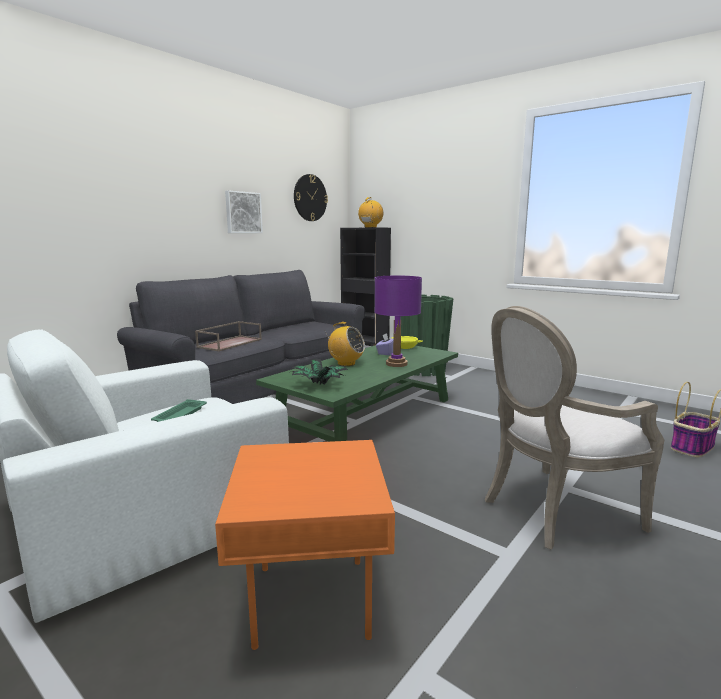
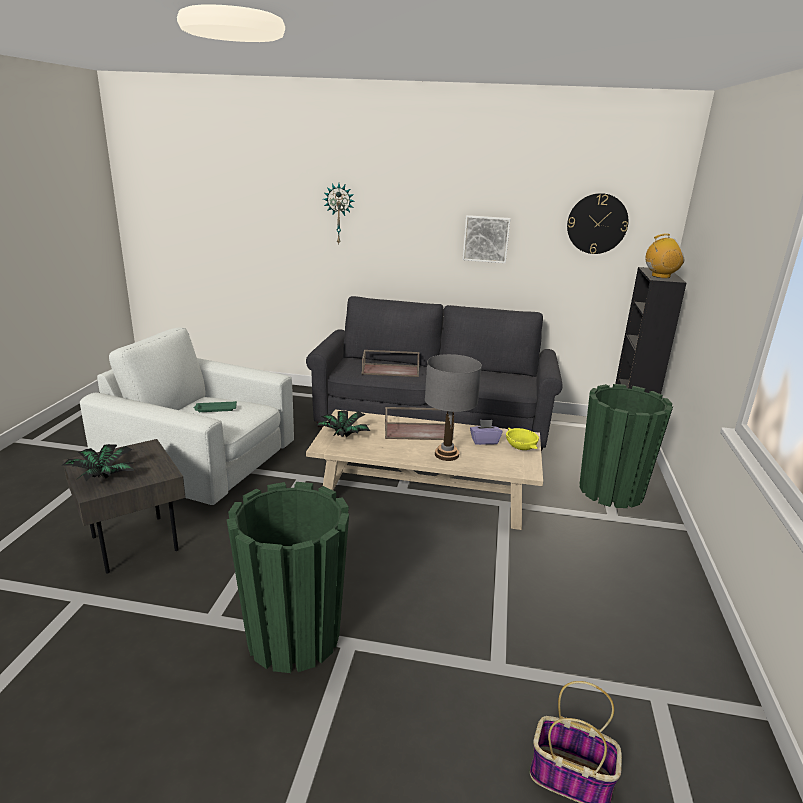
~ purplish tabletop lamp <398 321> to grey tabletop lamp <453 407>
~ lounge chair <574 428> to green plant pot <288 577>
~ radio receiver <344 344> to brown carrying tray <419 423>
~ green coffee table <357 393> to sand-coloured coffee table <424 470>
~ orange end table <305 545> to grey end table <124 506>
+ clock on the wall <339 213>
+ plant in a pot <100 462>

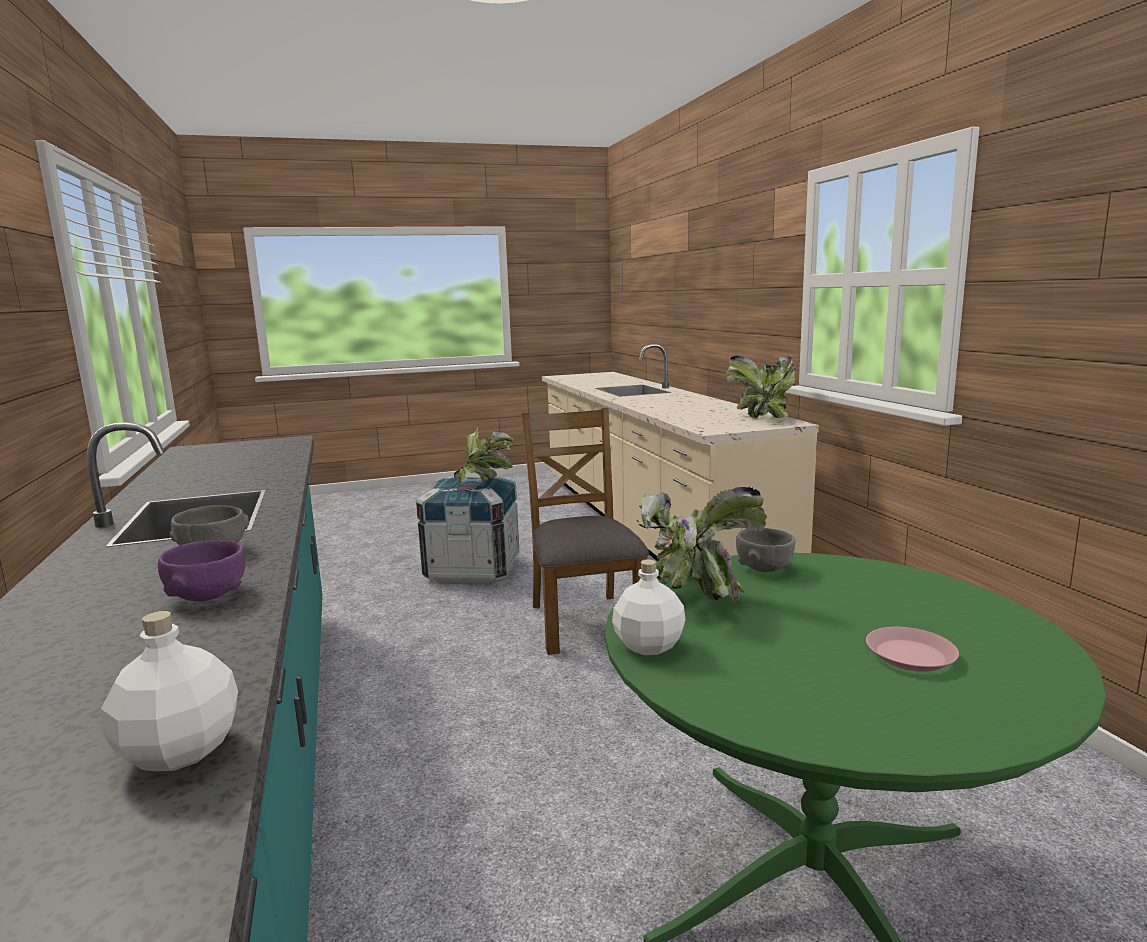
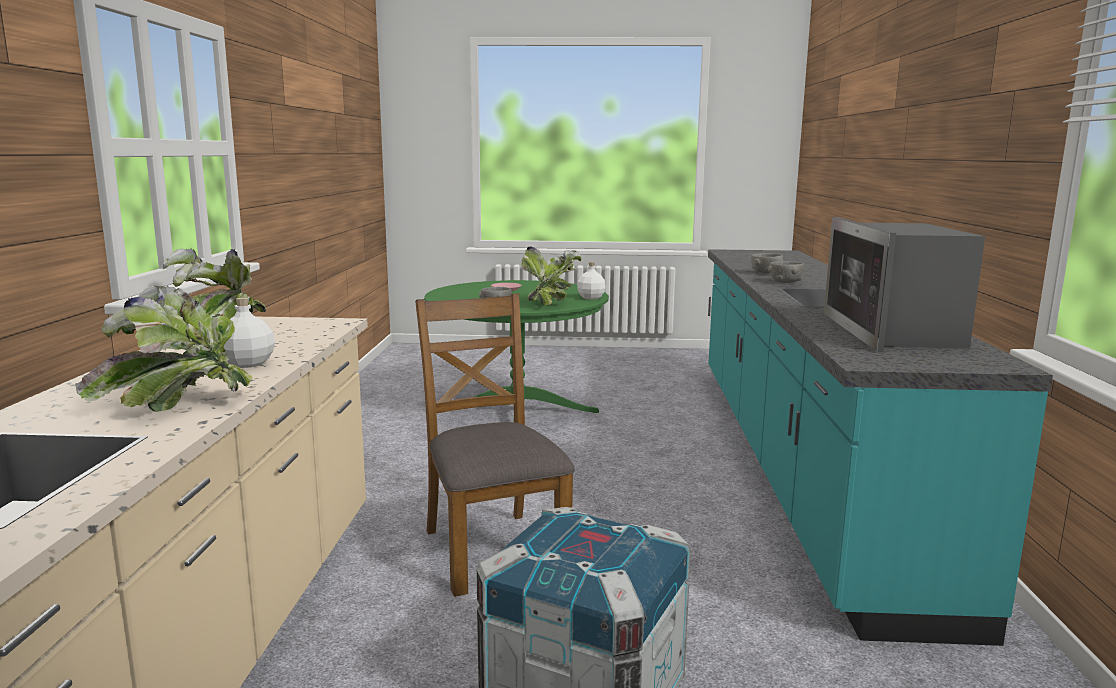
~ brown upright chair <585 531> = <495 445> 150 degrees clockwise
~ plant in a pot <483 455> to <164 348>
~ purplish serving bowl <202 571> to grey serving bowl <767 263>
~ whitish beverage bottle <169 691> to <249 333>
+ microwave <904 284>

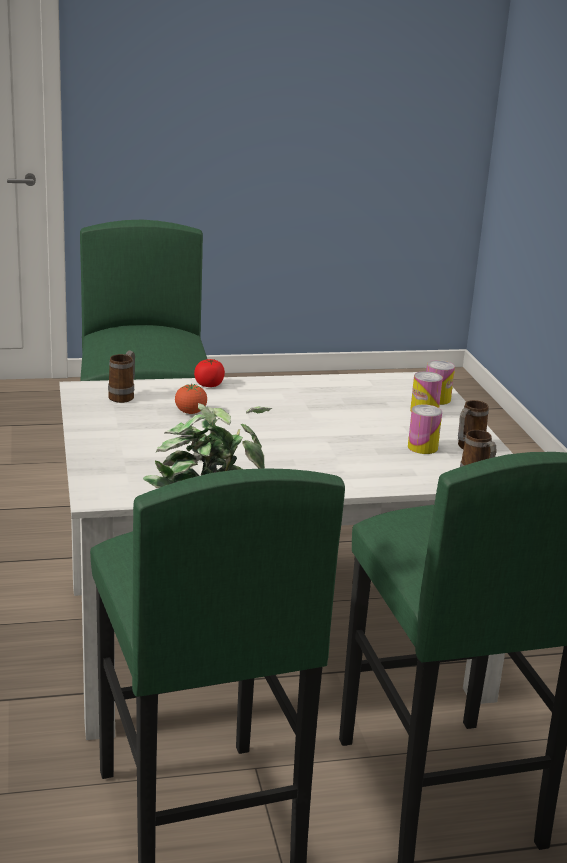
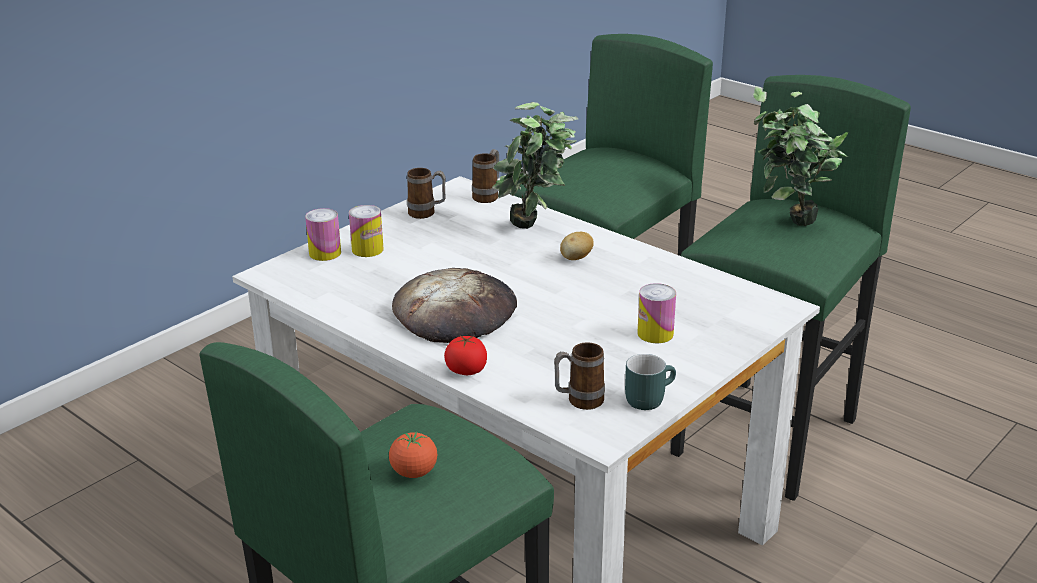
~ tomato <191 398> to <413 454>
~ can <425 429> to <656 313>
+ plant in a pot <535 165>
+ whole potato <577 246>
+ bread <454 305>
+ turquoise-coloured coffee mug <650 382>

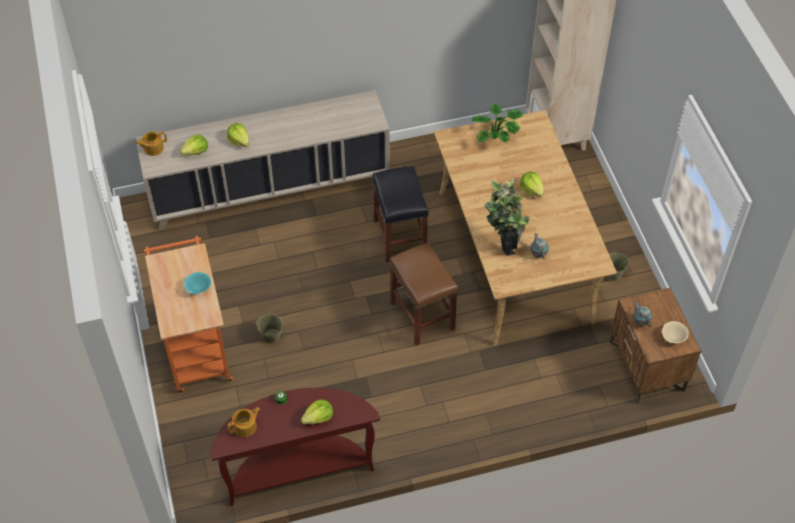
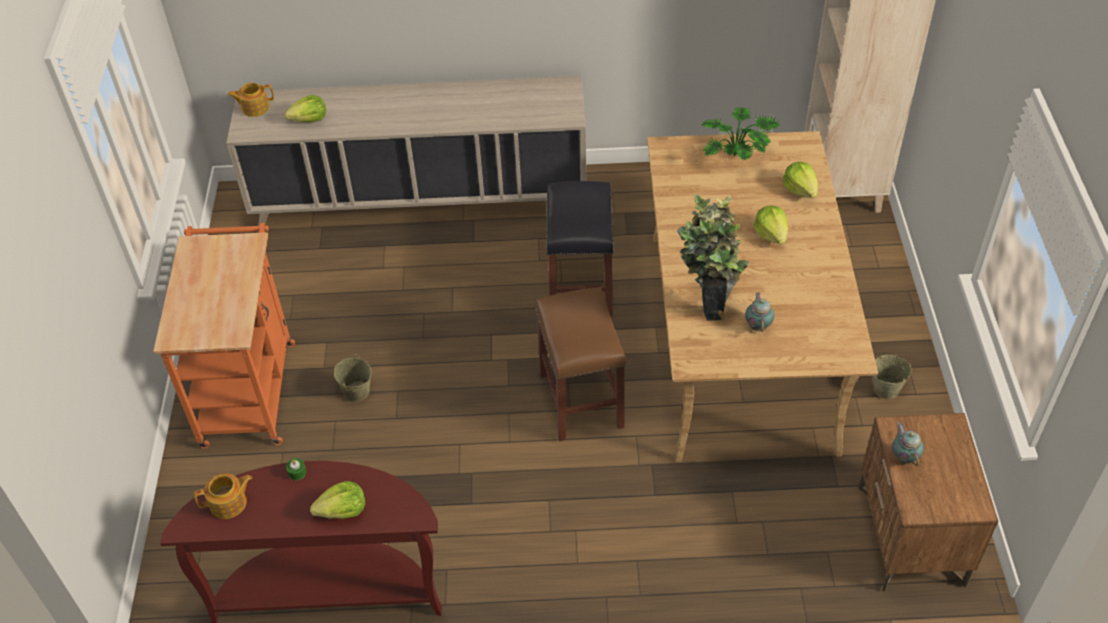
~ lettuce head <238 135> to <800 180>
- turquoise-coloured serving bowl <197 283>
- sand-coloured serving bowl <675 332>

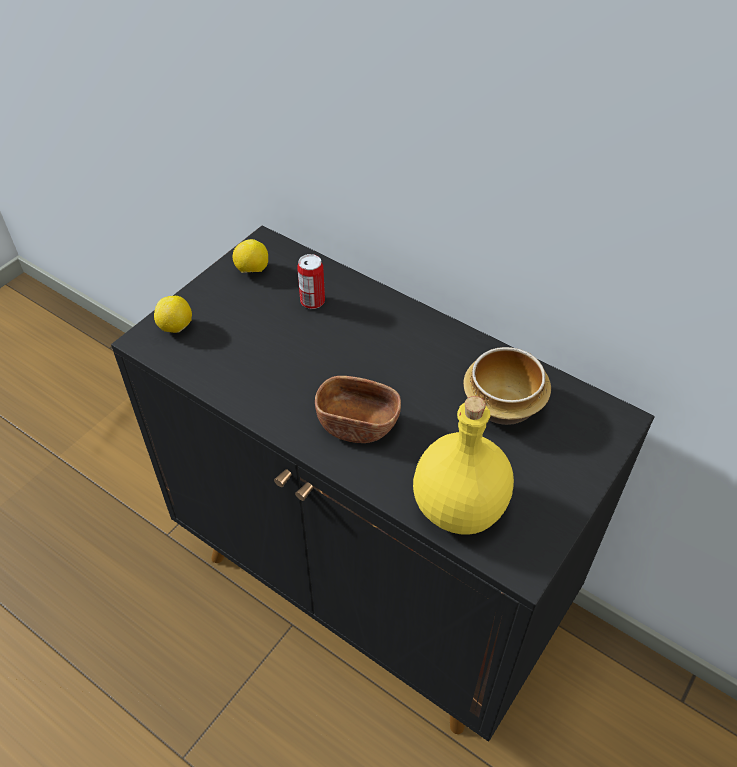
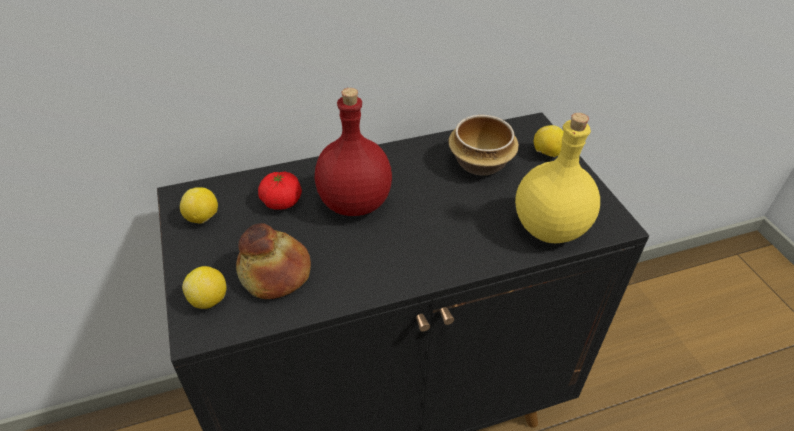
~ can <311 281> to tomato <280 191>
- brown serving bowl <358 409>
+ red beverage bottle <353 152>
+ lemon <548 141>
+ bread <273 261>

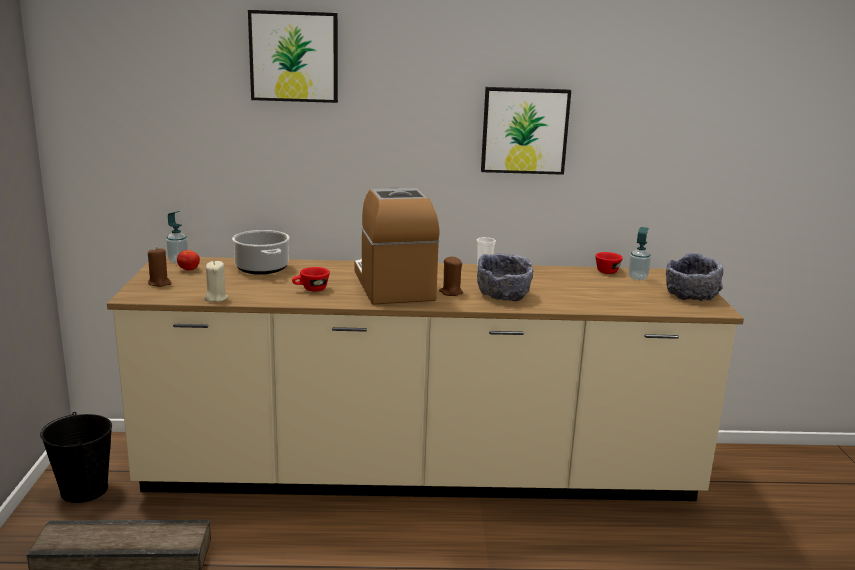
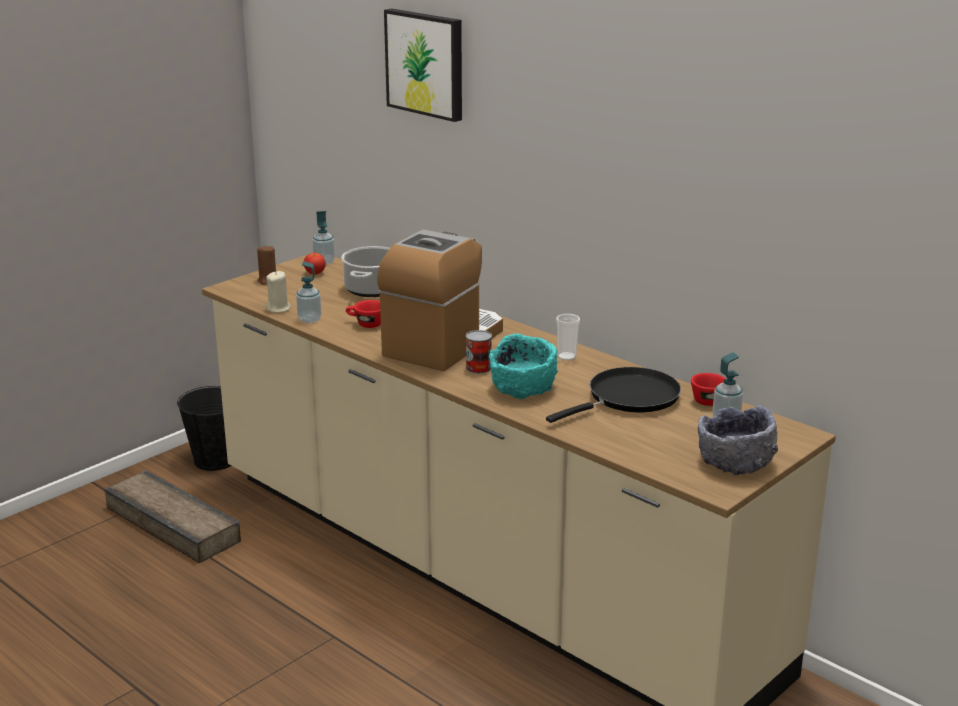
- wall picture <526 131>
~ grey serving bowl <505 277> to turquoise-coloured serving bowl <523 366>
~ brown candle <451 276> to can <479 352>
+ soap bottle <309 292>
+ blackish skillet <613 395>

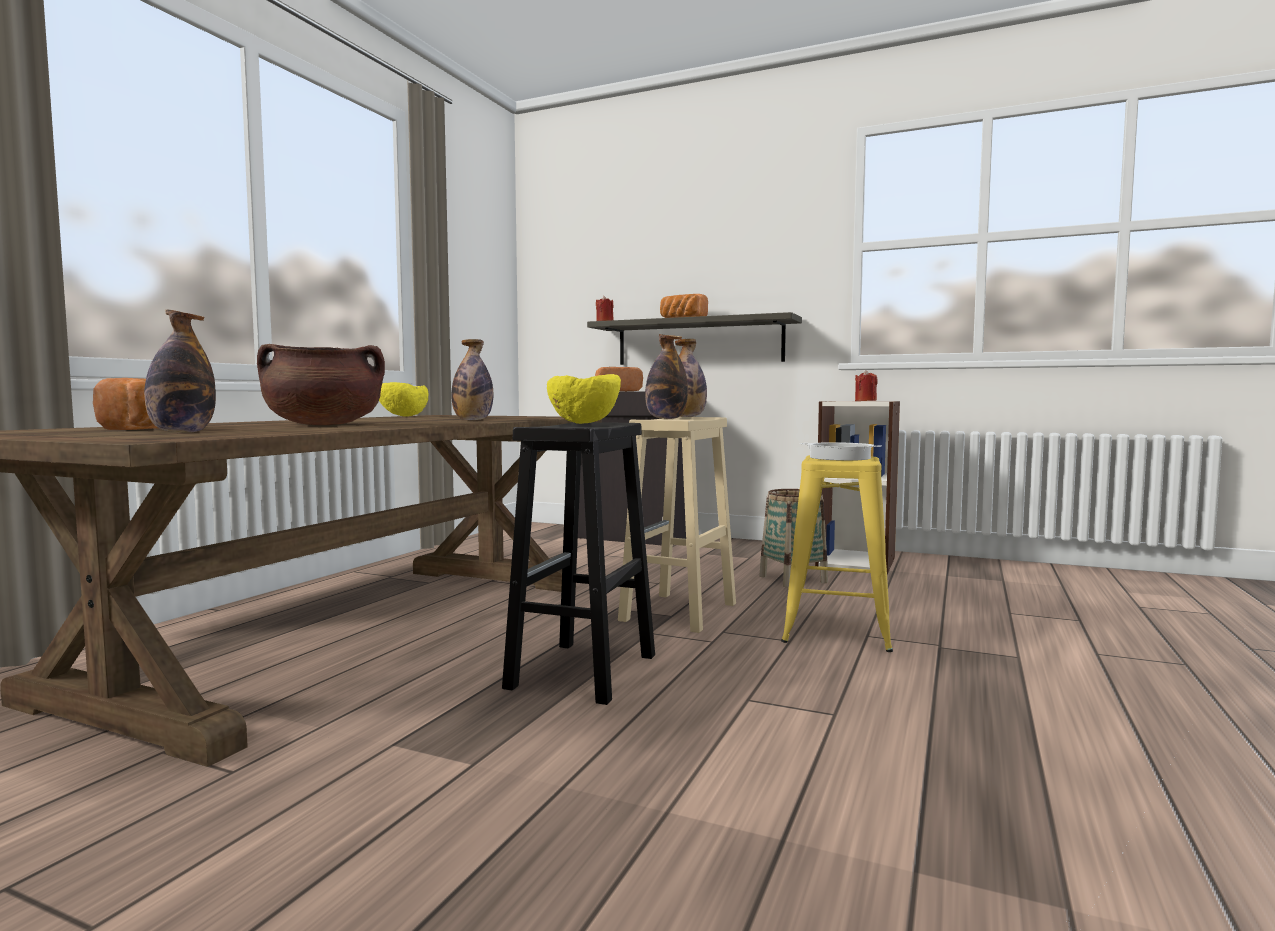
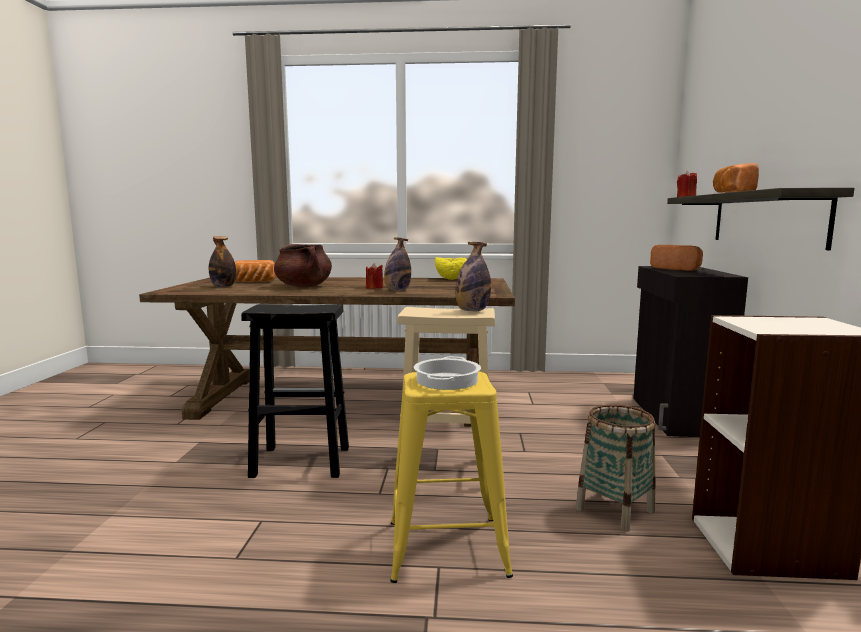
- beverage bottle <666 376>
~ red candle <866 385> to <374 276>
- yellow serving bowl <584 399>

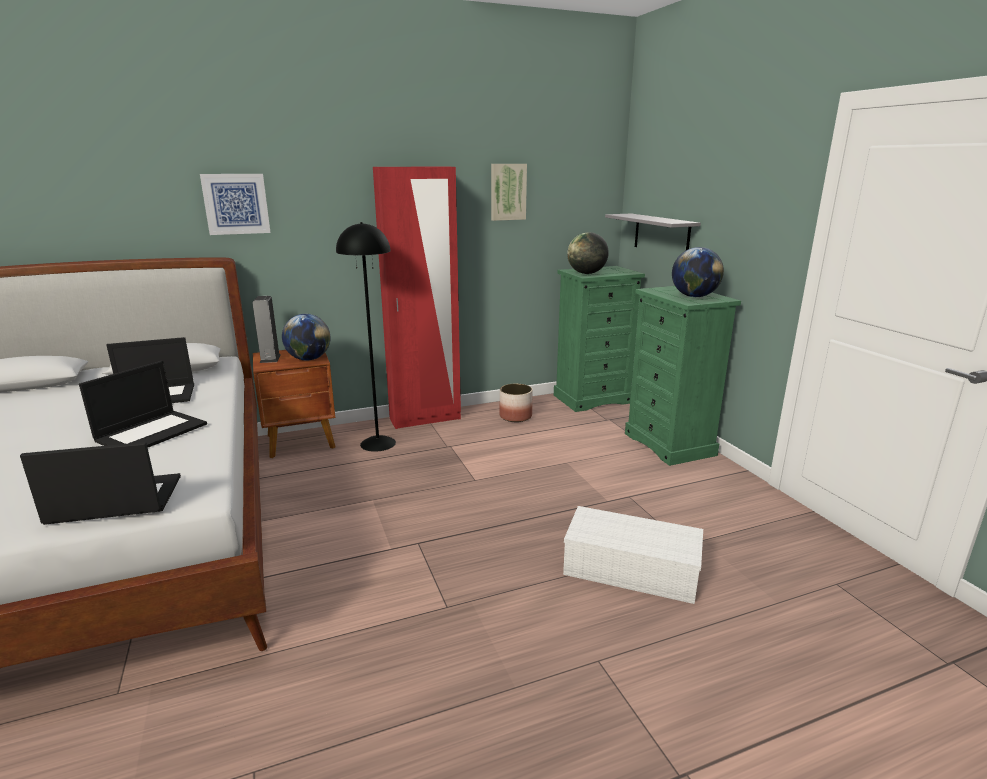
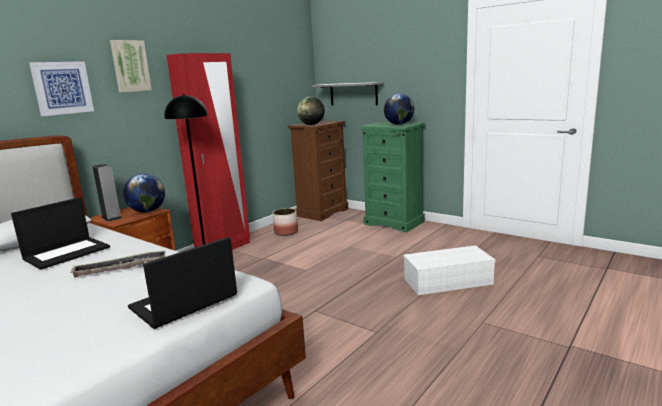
~ wall picture <509 192> to <131 66>
~ green dresser <599 339> to brown dresser <318 170>
~ notebook computer <143 404> to carrying tray <117 263>

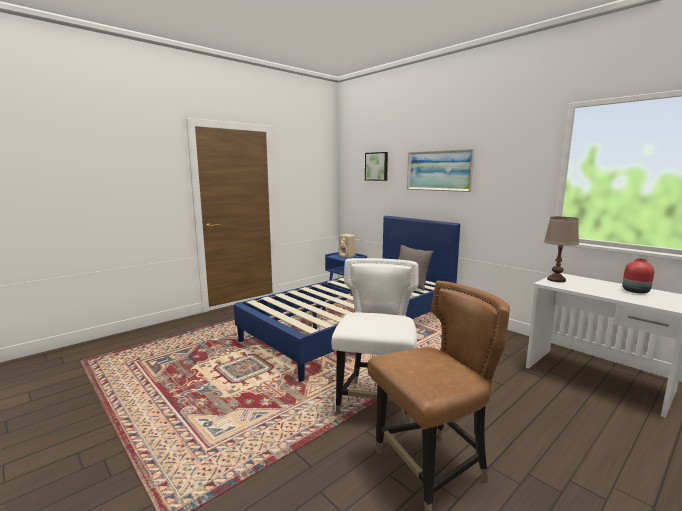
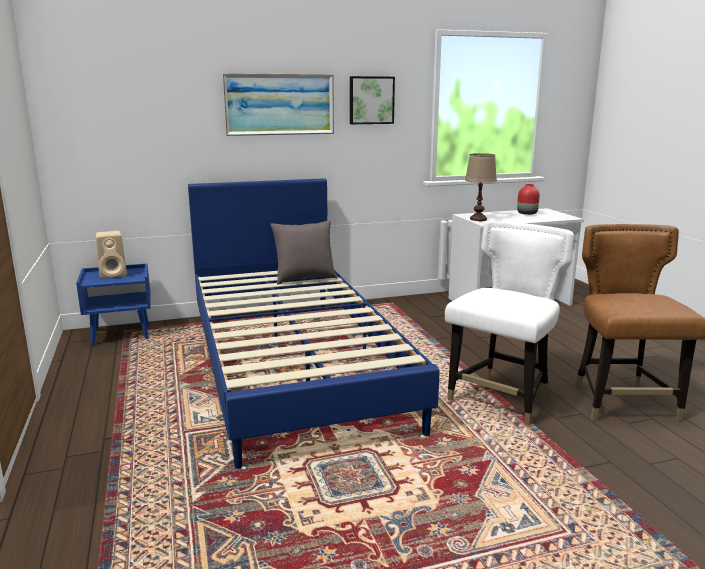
~ wall picture <376 166> to <372 100>
~ whitish upright chair <375 341> = <509 323> 90 degrees clockwise

